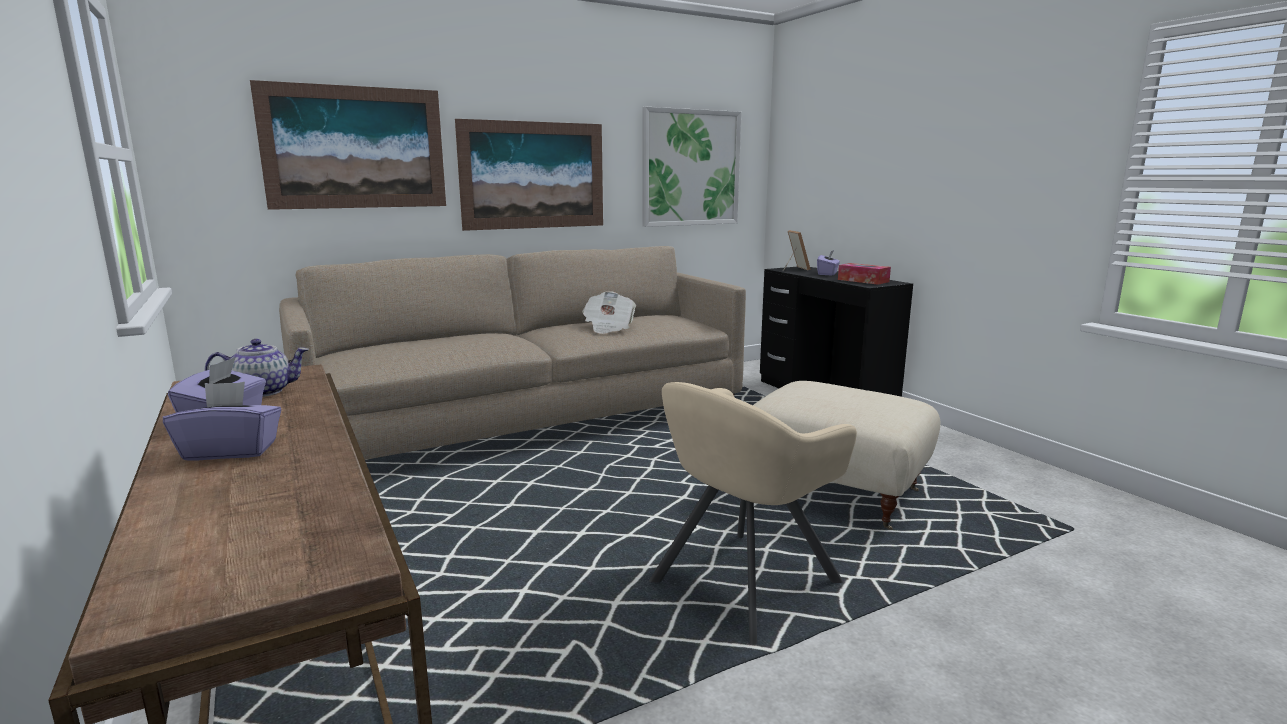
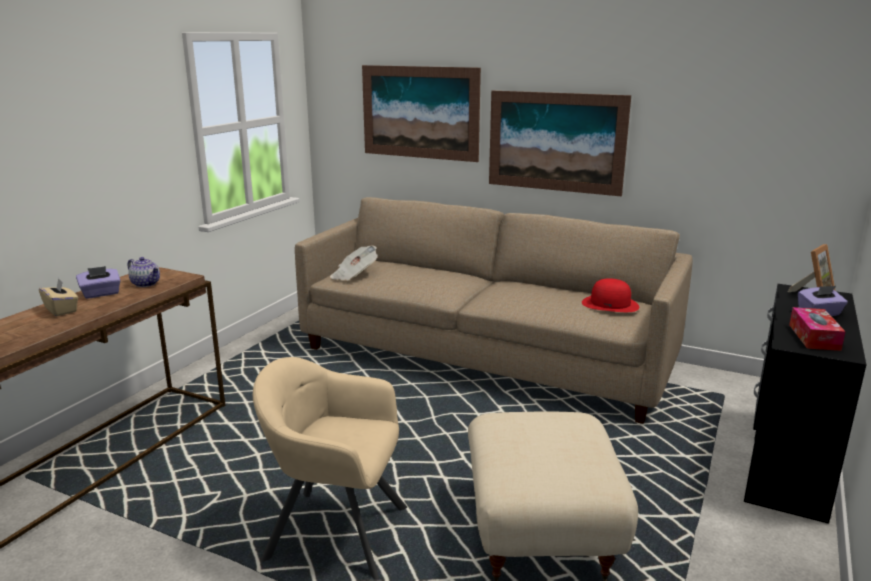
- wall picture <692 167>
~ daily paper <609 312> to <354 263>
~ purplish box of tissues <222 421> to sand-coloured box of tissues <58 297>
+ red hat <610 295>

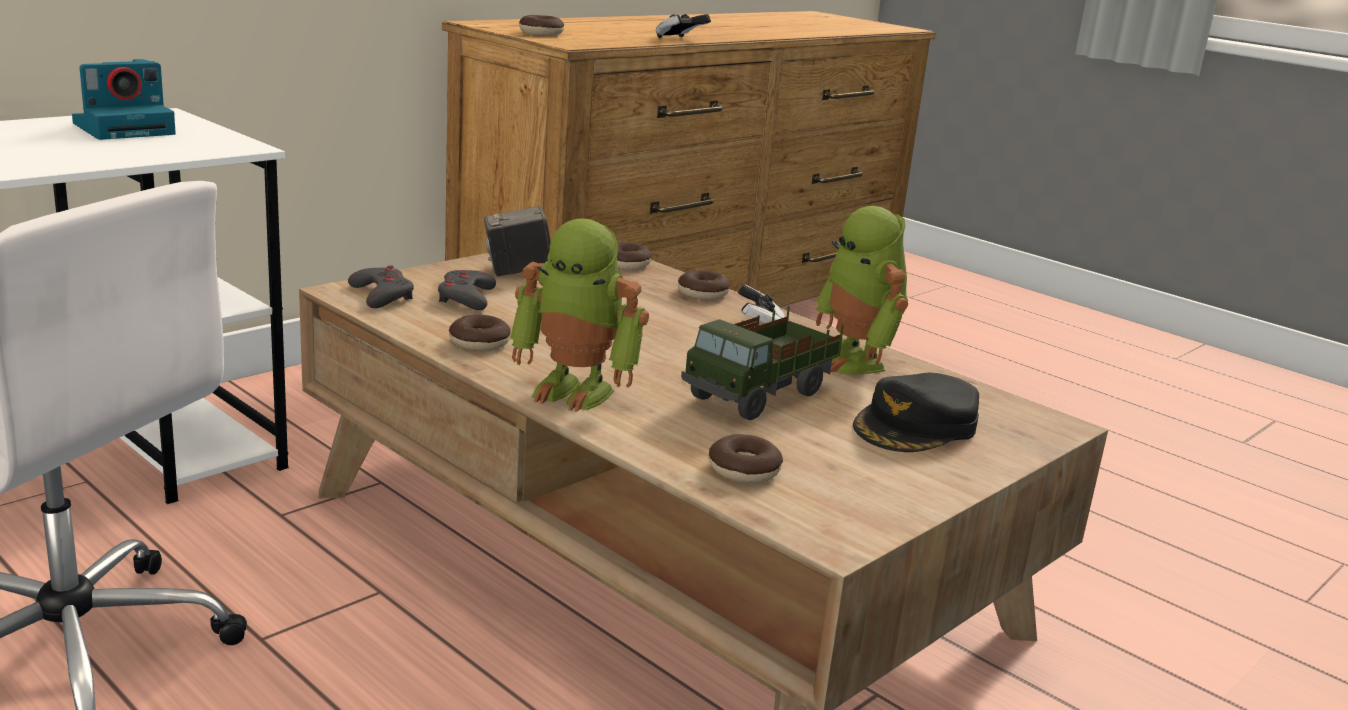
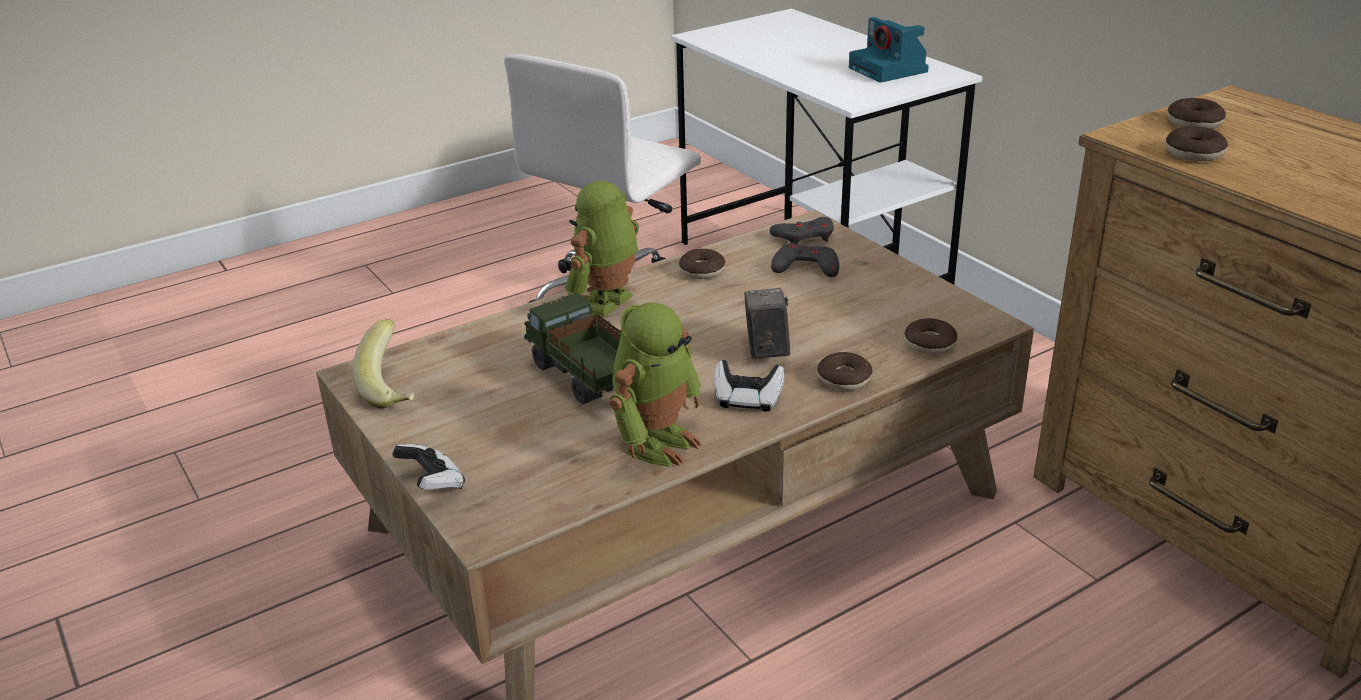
~ game controller <683 26> to <428 467>
~ photo camera <517 241> to <767 323>
~ robot figure <862 290> = <656 384> 135 degrees clockwise
- blackish cap <916 412>
~ donut <746 458> to <1197 143>
+ banana fruit <384 363>

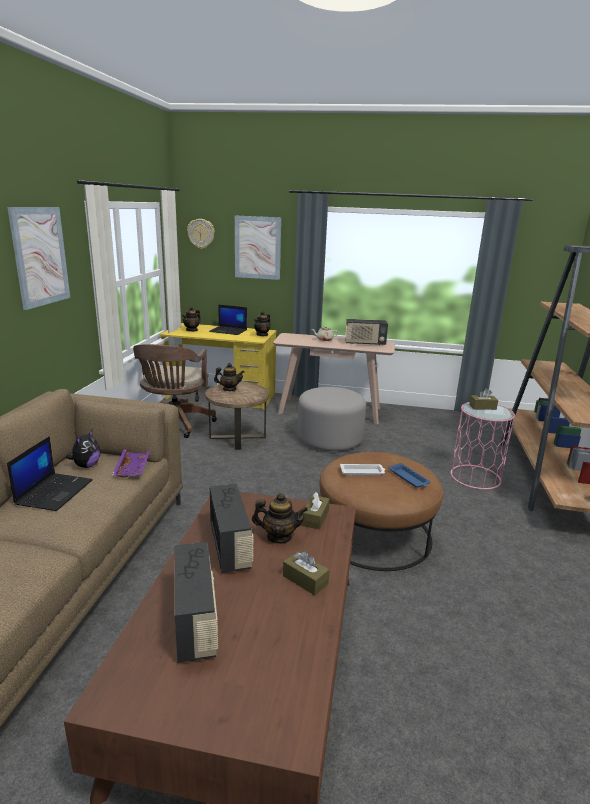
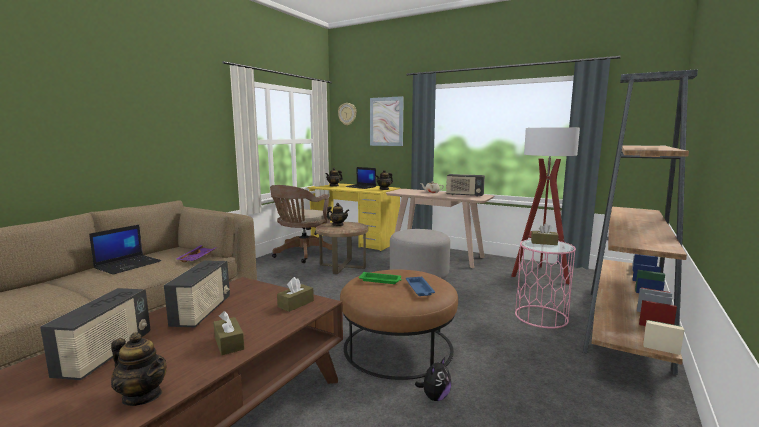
- wall picture <38 258>
~ soft toy <83 449> to <433 379>
~ whitish carrying tray <362 469> to green carrying tray <380 278>
~ teapot <280 518> to <139 369>
+ floor lamp <545 205>

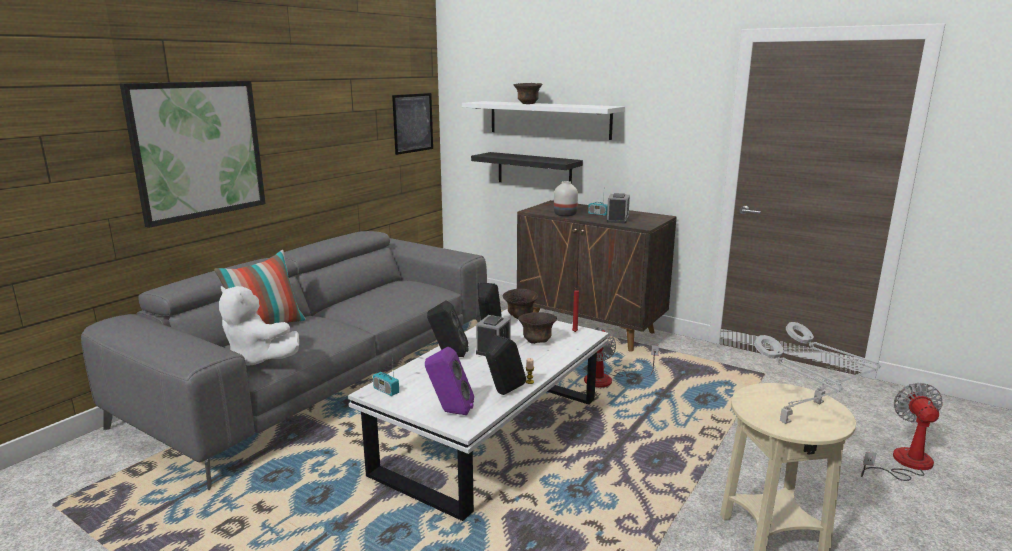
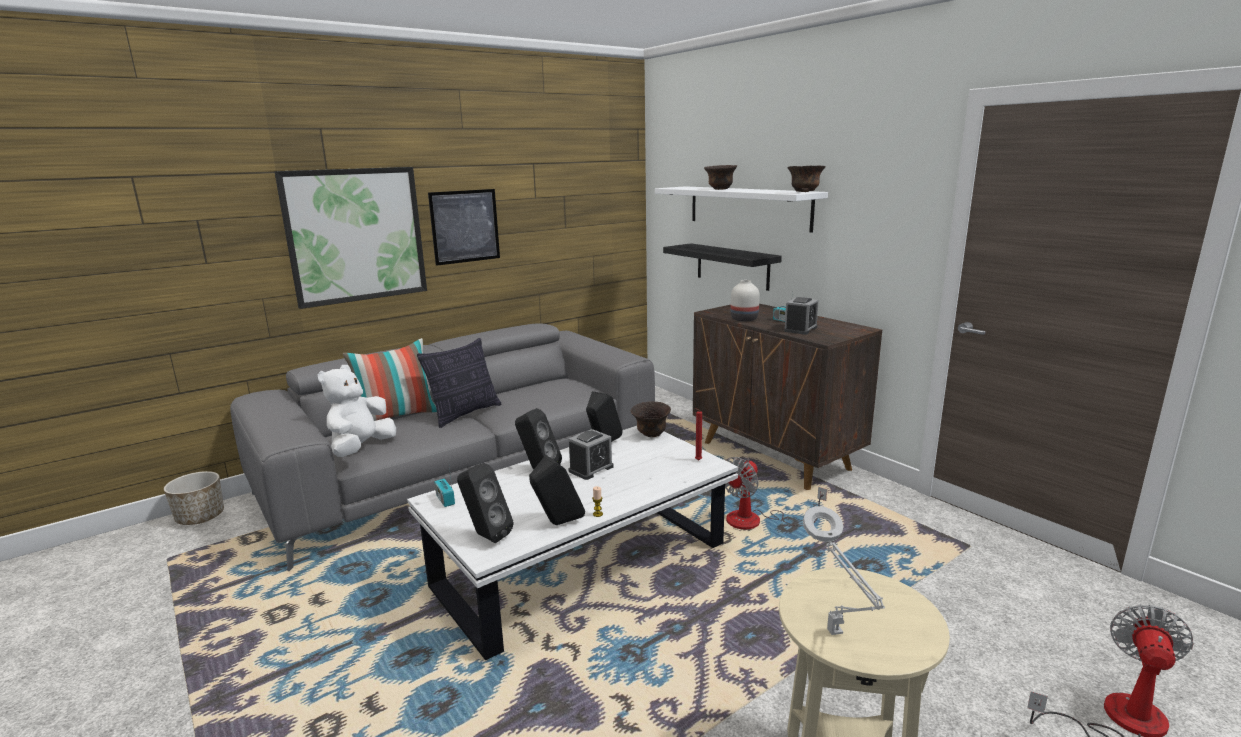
~ wall picture <412 124> to <464 227>
~ whitish soft toy <259 326> = <357 411> 60 degrees clockwise
~ brown serving bowl <537 328> to <806 179>
- grey tabletop lamp <833 363>
~ purplish speaker <449 381> to blackish speaker <485 503>
+ pillow <459 383>
+ plant pot <194 498>

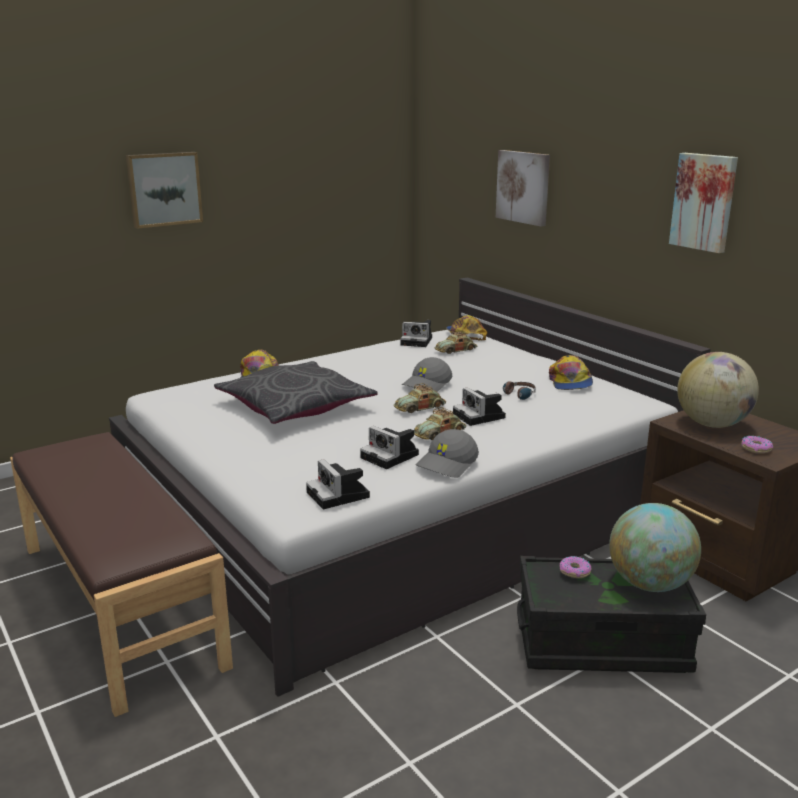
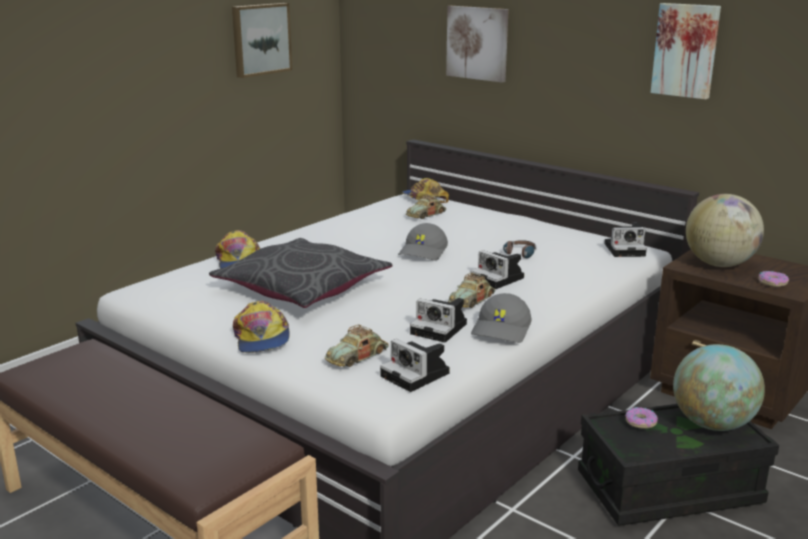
~ wall picture <164 190> to <262 40>
~ photo camera <416 333> to <625 240>
~ cap <571 372> to <261 327>
~ toy car <420 398> to <357 346>

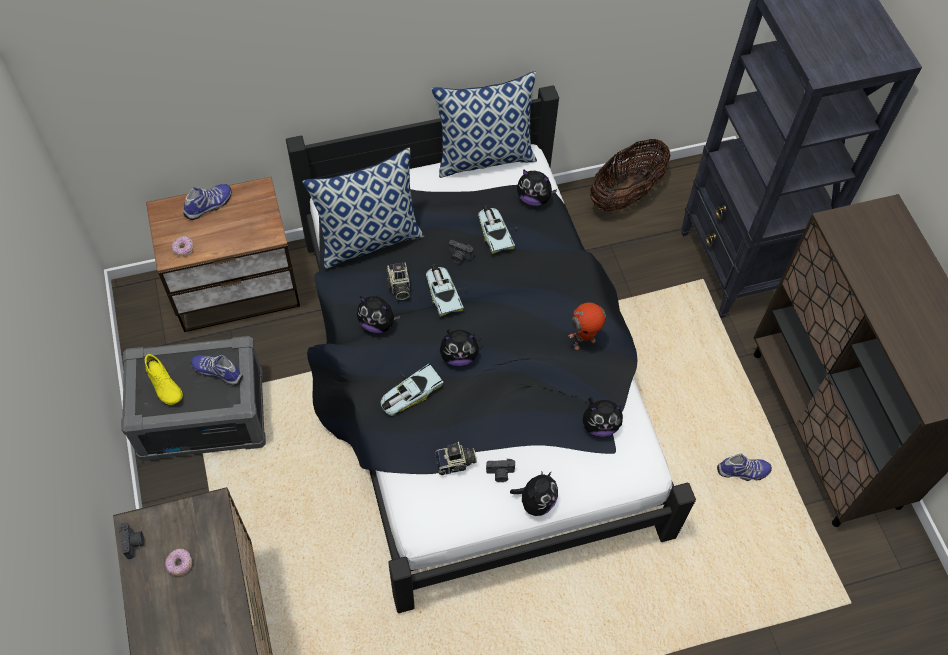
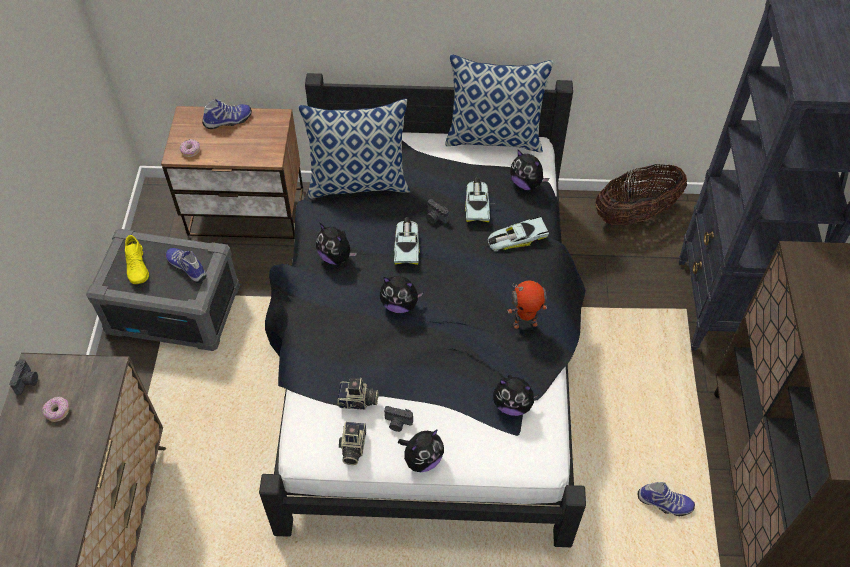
~ photo camera <398 281> to <352 443>
~ toy car <411 390> to <518 233>

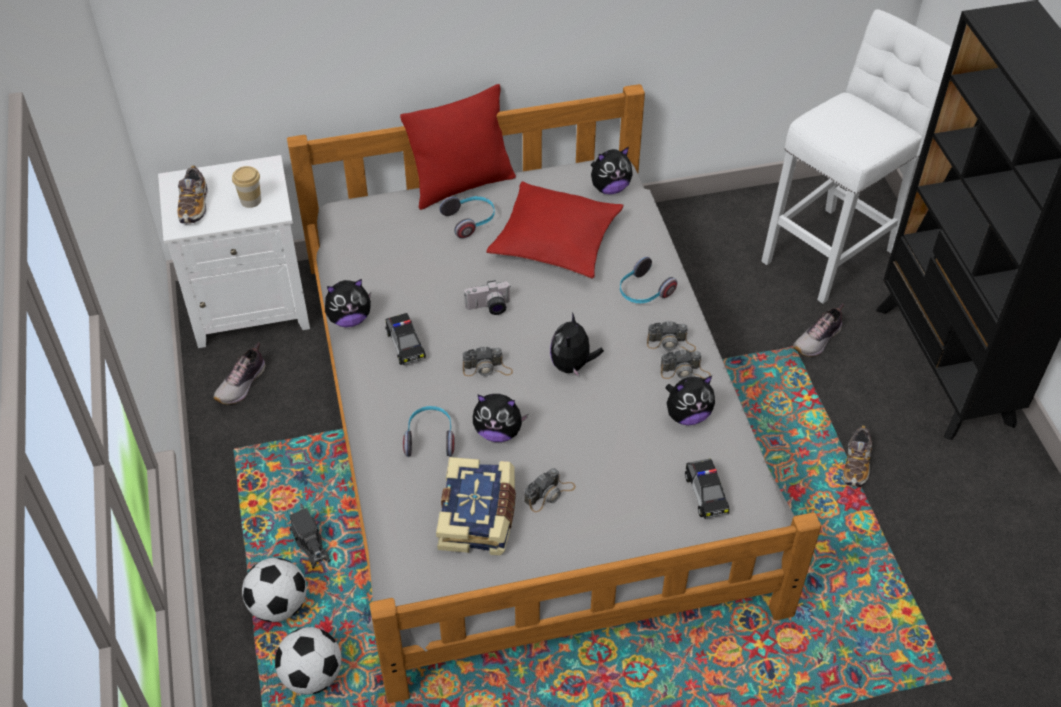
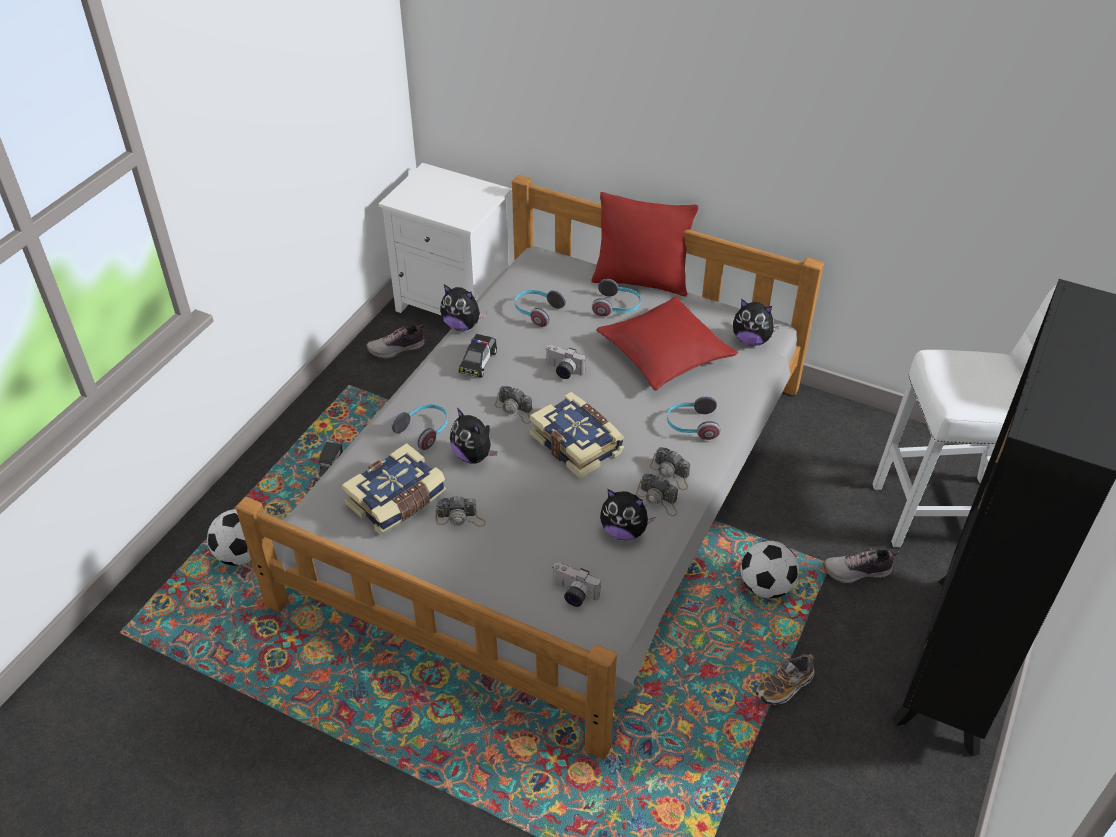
- shoe <192 195>
- cup <246 187>
~ soft toy <577 345> to book <577 435>
~ toy car <707 489> to photo camera <577 585>
~ football ball <274 590> to <770 569>
+ headphones <540 308>

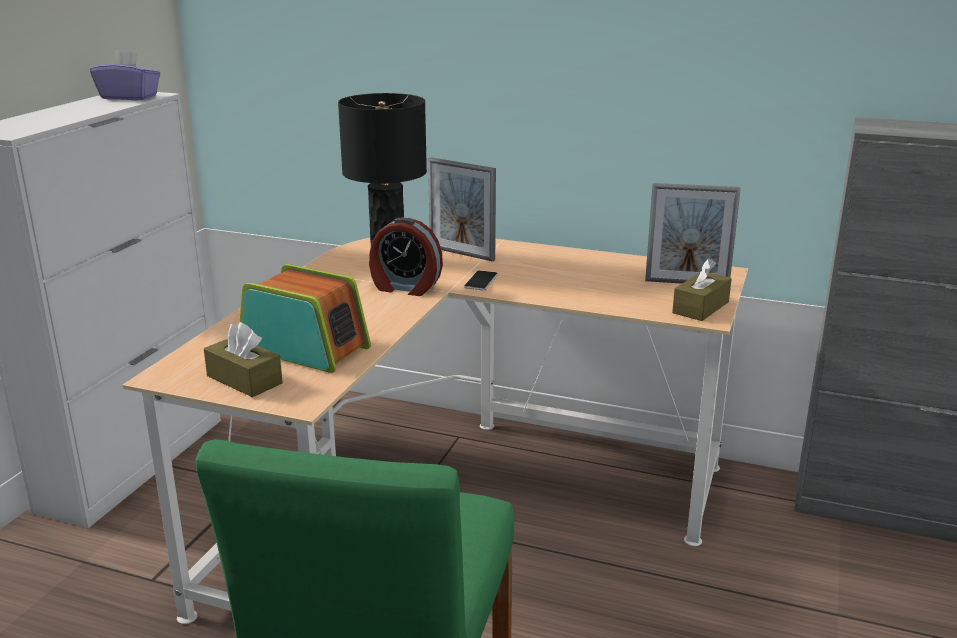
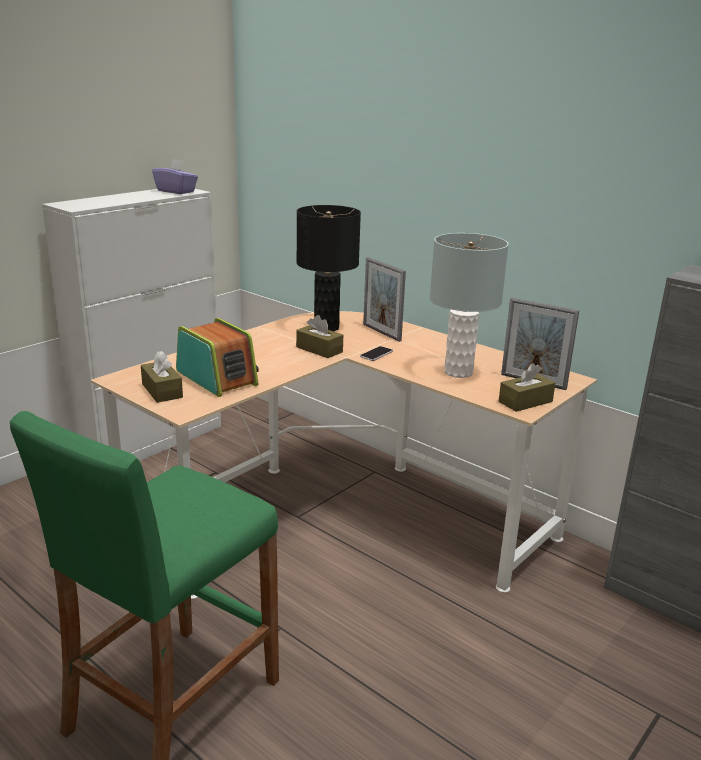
~ bedside clock <406 257> to brown box of tissues <319 336>
+ grey tabletop lamp <469 305>

